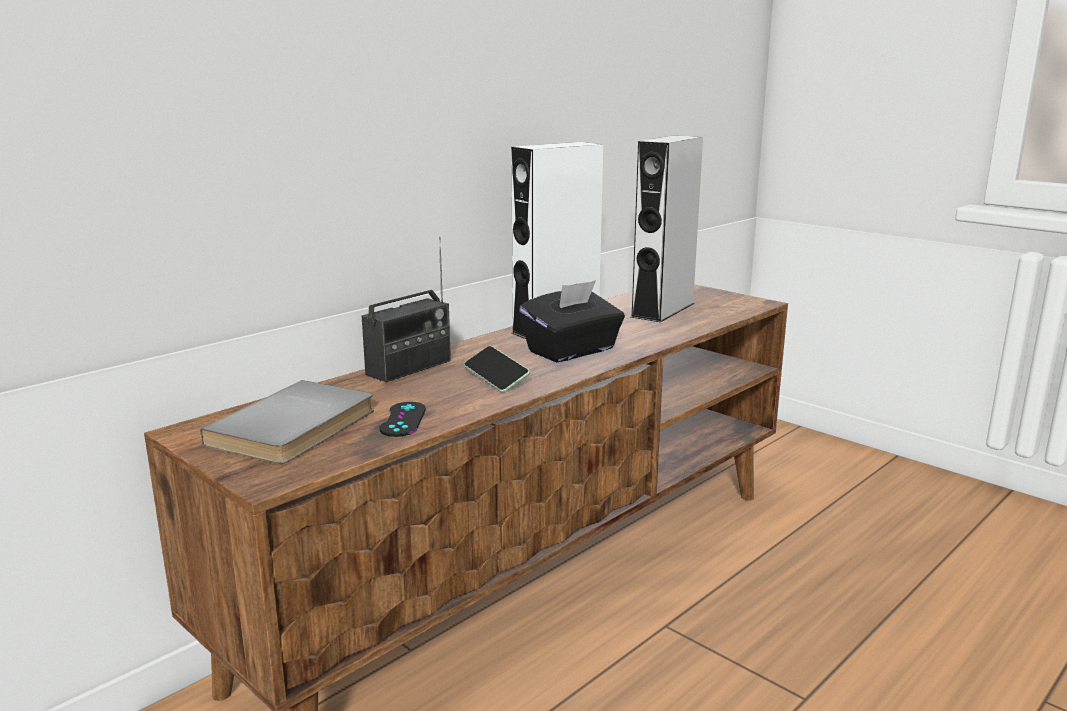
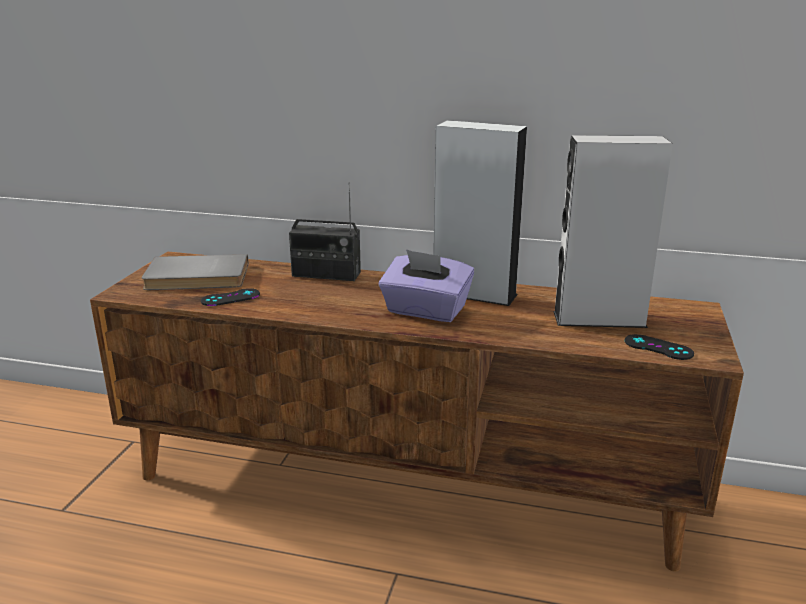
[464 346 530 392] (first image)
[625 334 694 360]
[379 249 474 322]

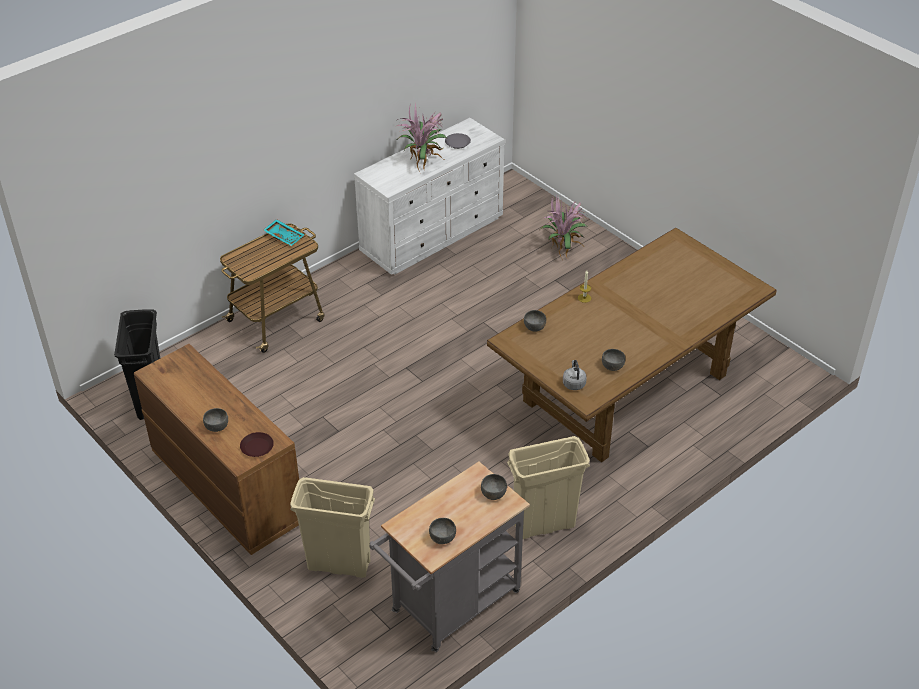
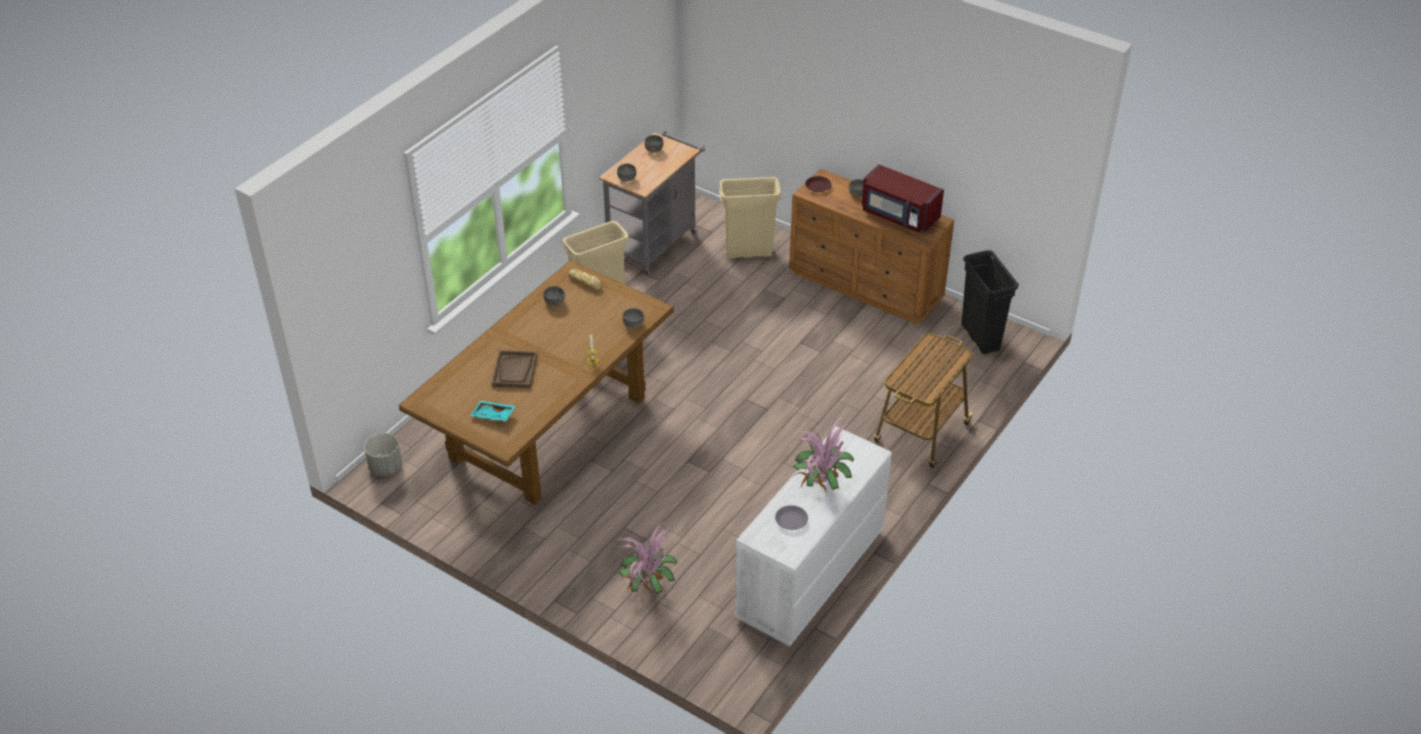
[364 433 402 476]
[492 350 537 388]
[861 164 944 232]
[470 401 515 421]
[568 269 603 291]

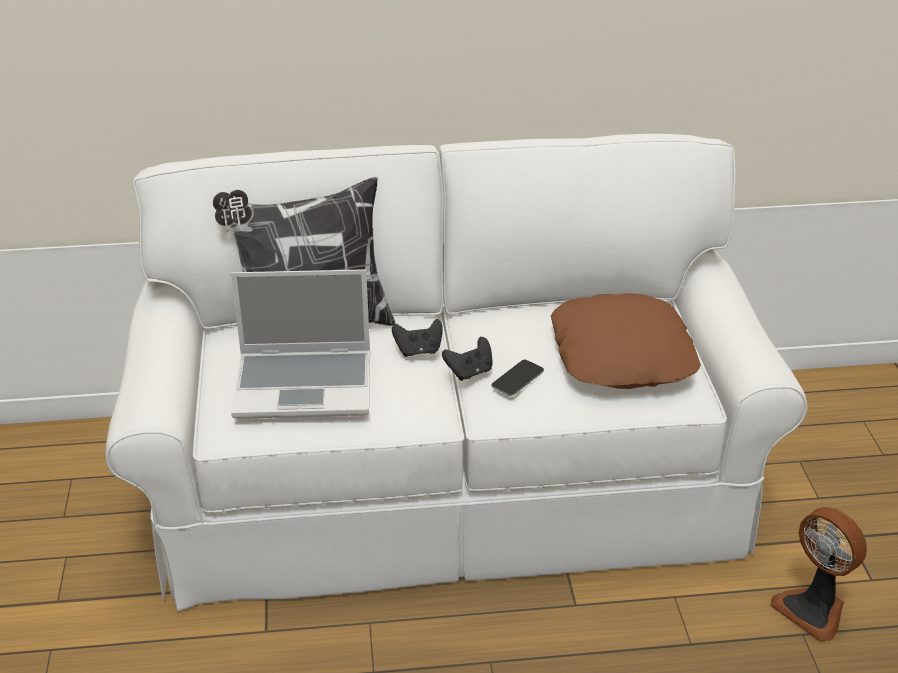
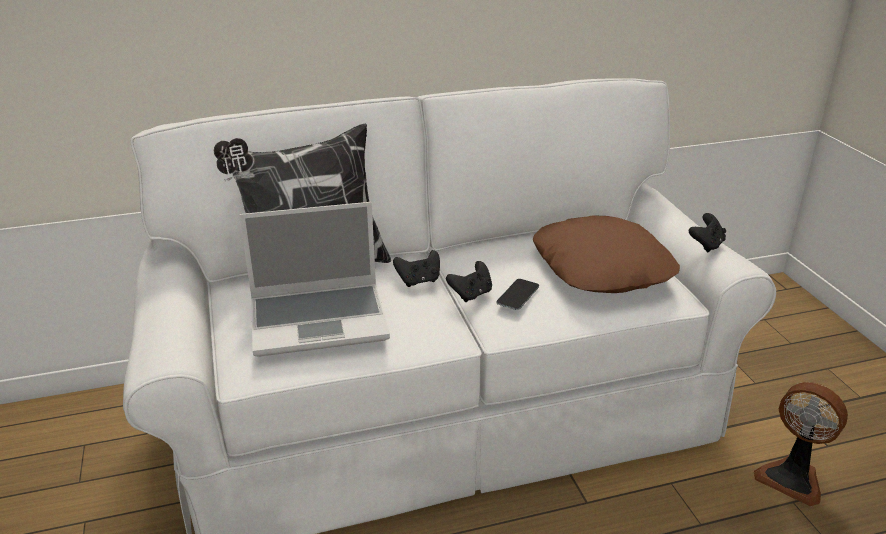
[689 213 726 252]

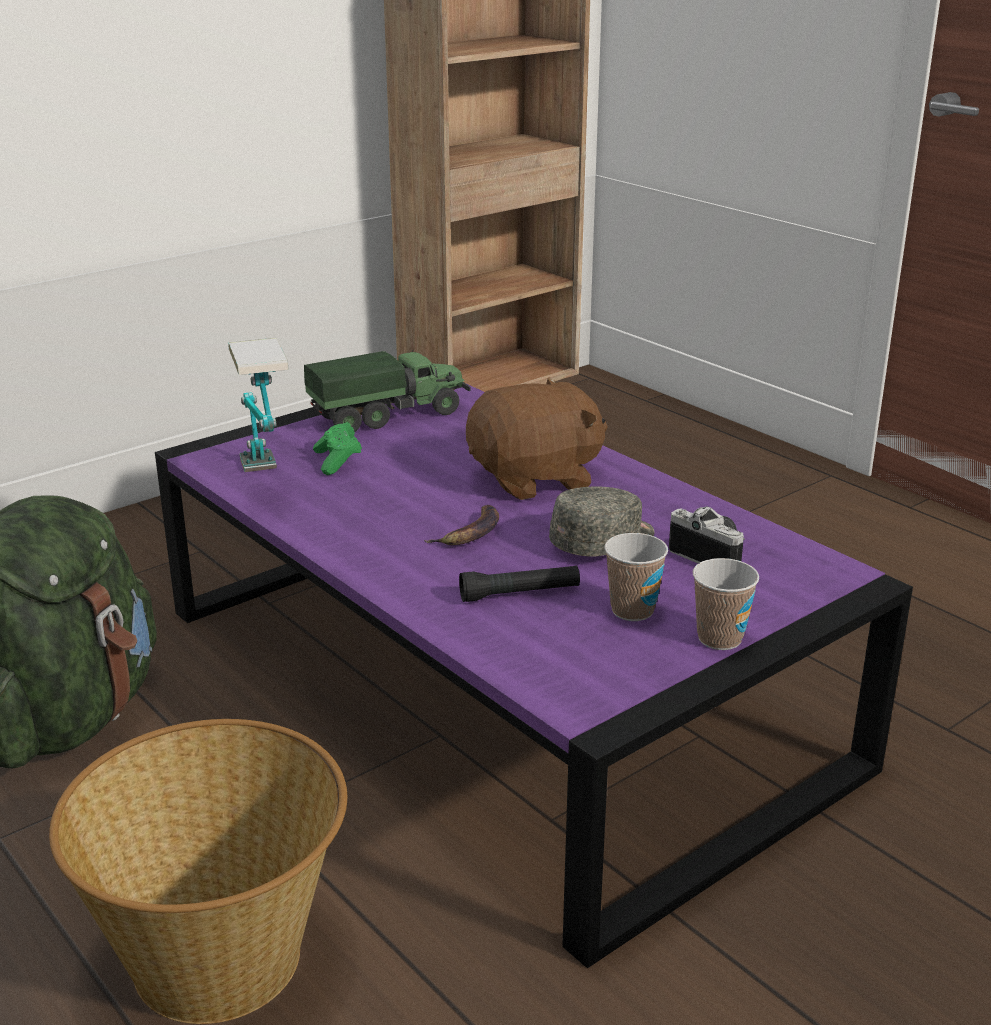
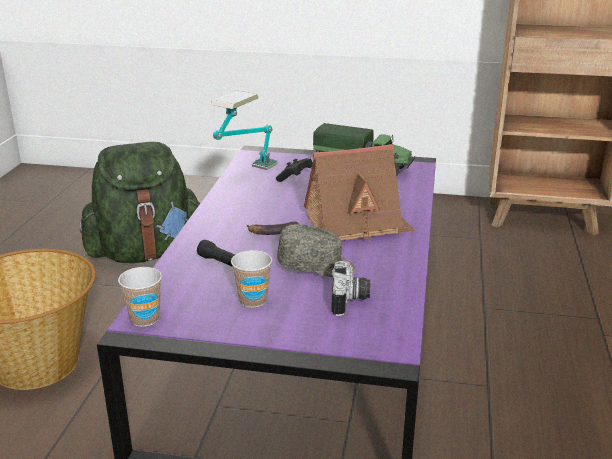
[118 267 162 327]
[304 144 414 242]
[276 158 313 182]

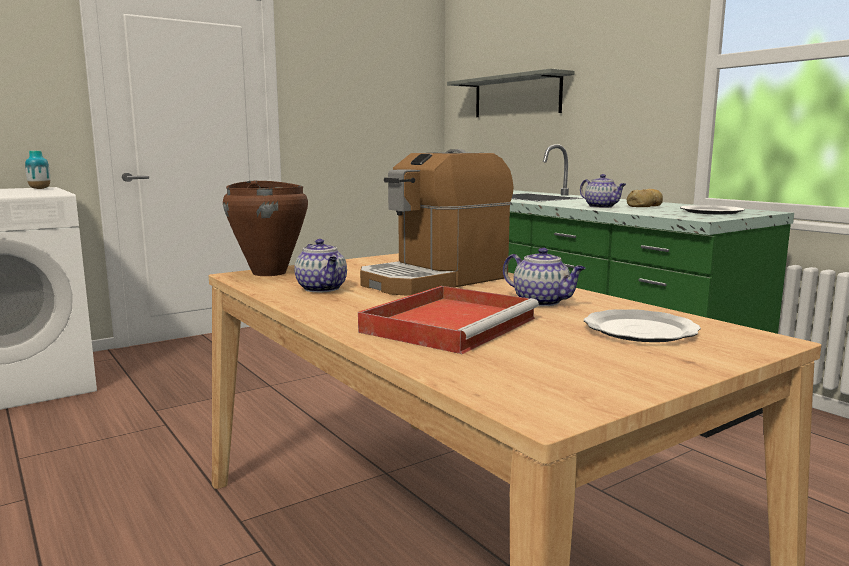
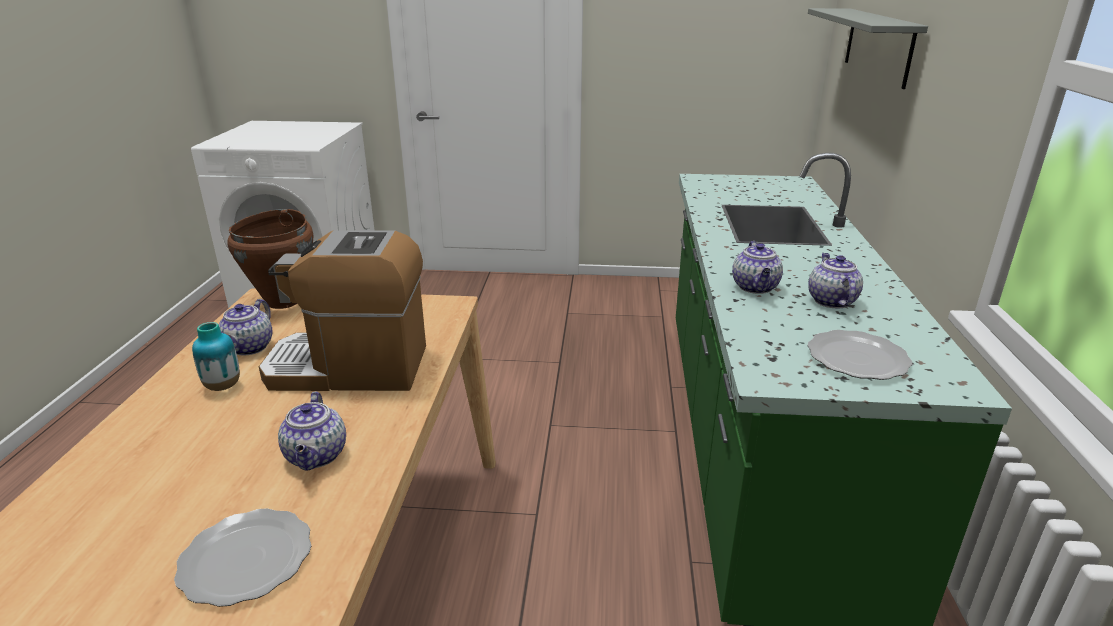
[358 286 539 354] (first image)
[192 322 240 391]
[808 253 863 308]

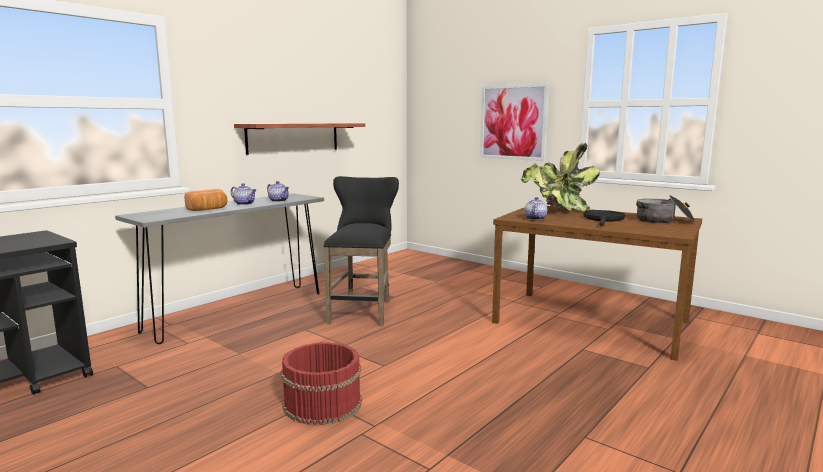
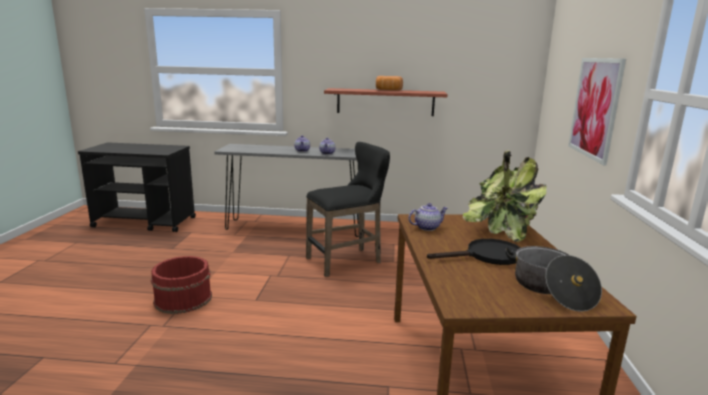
[376 76 403 91]

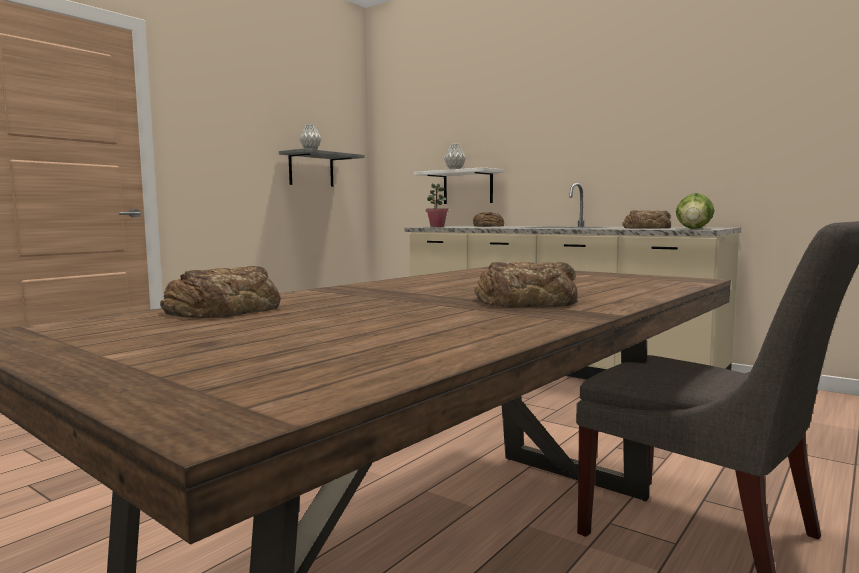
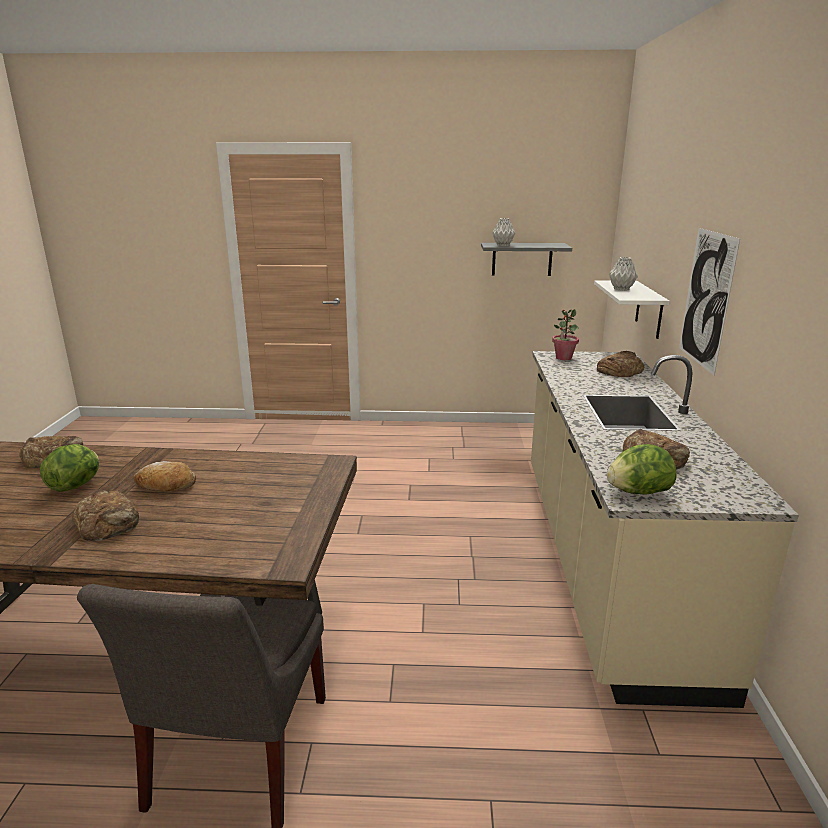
[40 444 99 492]
[133 461 196 492]
[679 228 740 376]

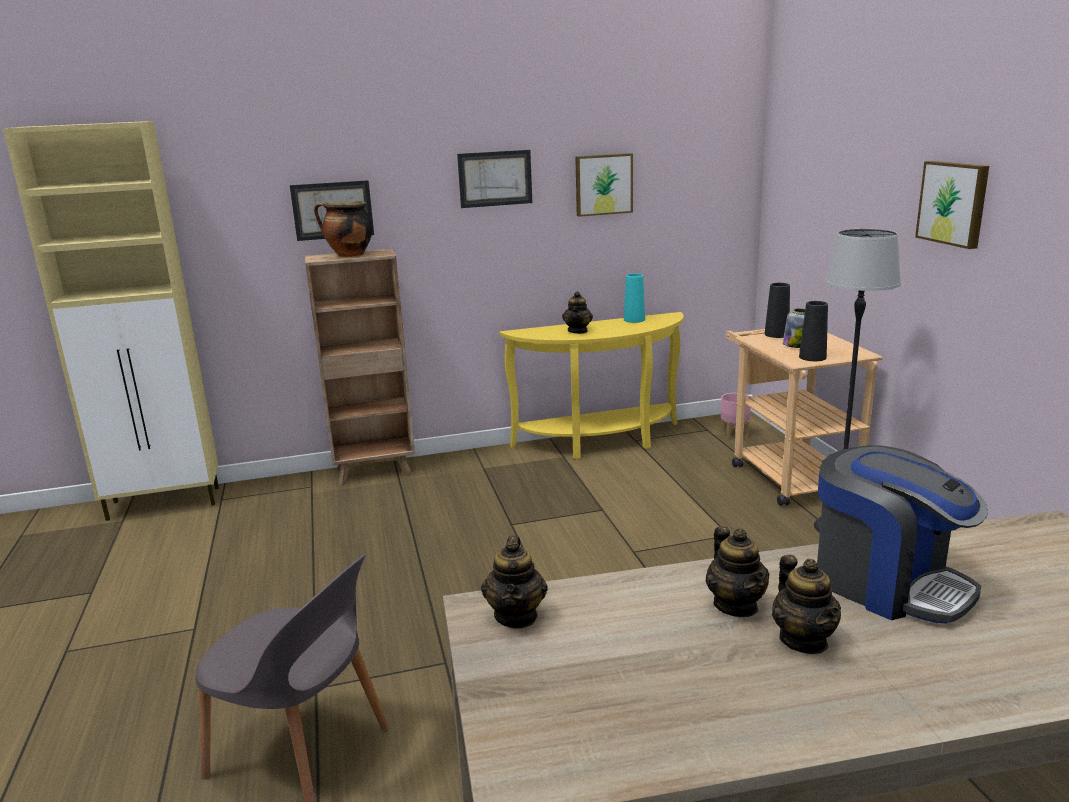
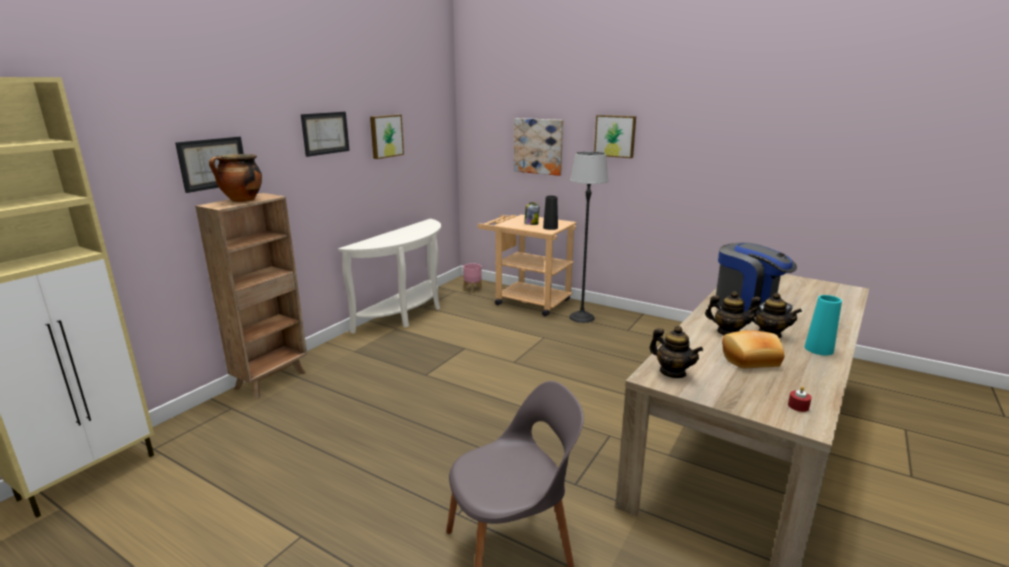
[562 291 593 334] (first image)
[764 283 790 338] (first image)
[514 118 563 176]
[722 330 784 368]
[788 386 812 412]
[805 295 842 355]
[338 219 441 334]
[716 242 797 317]

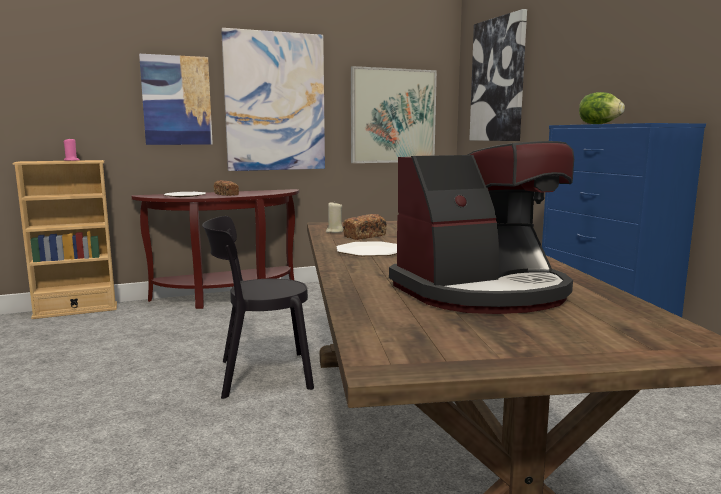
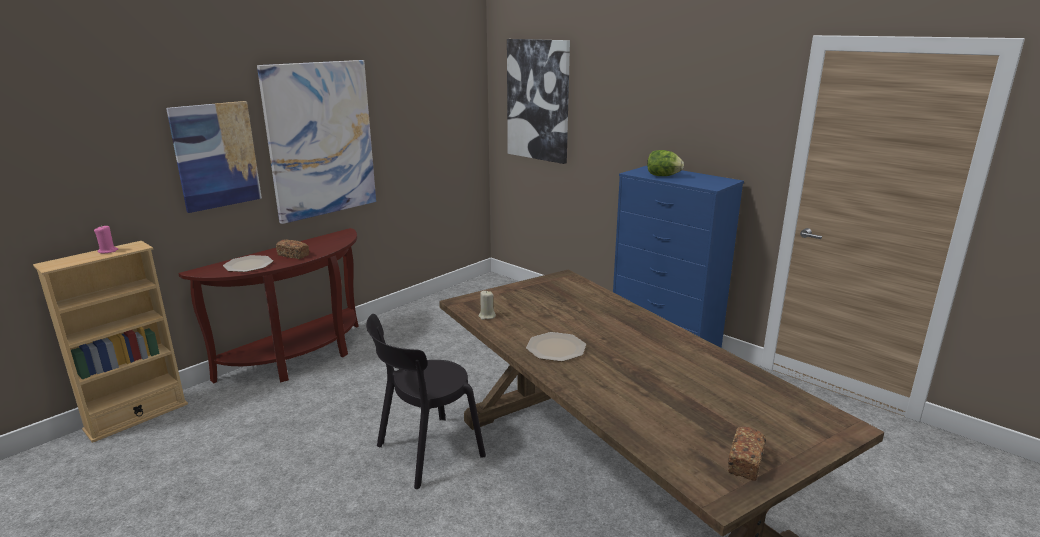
[351 66 437 163] (first image)
[389 141 574 314] (first image)
[728 426 766 481]

